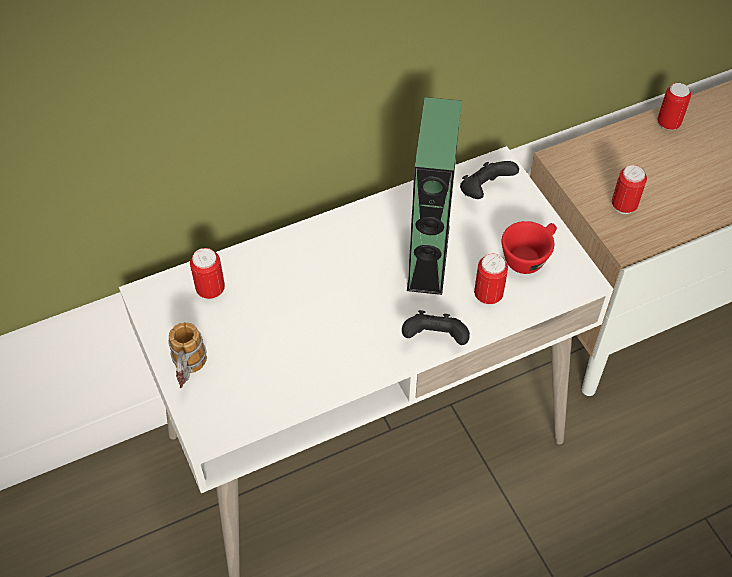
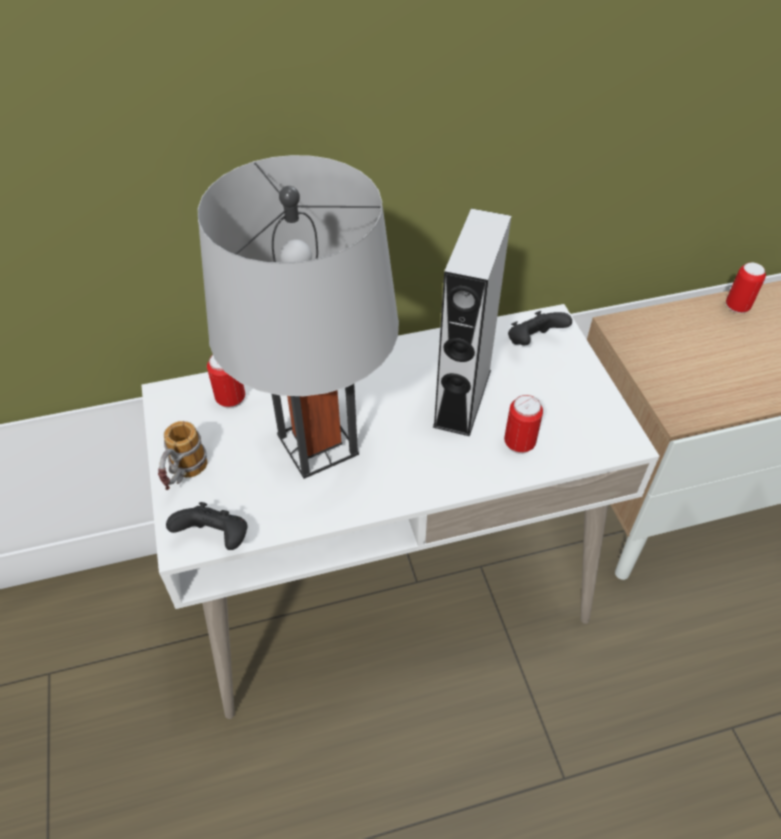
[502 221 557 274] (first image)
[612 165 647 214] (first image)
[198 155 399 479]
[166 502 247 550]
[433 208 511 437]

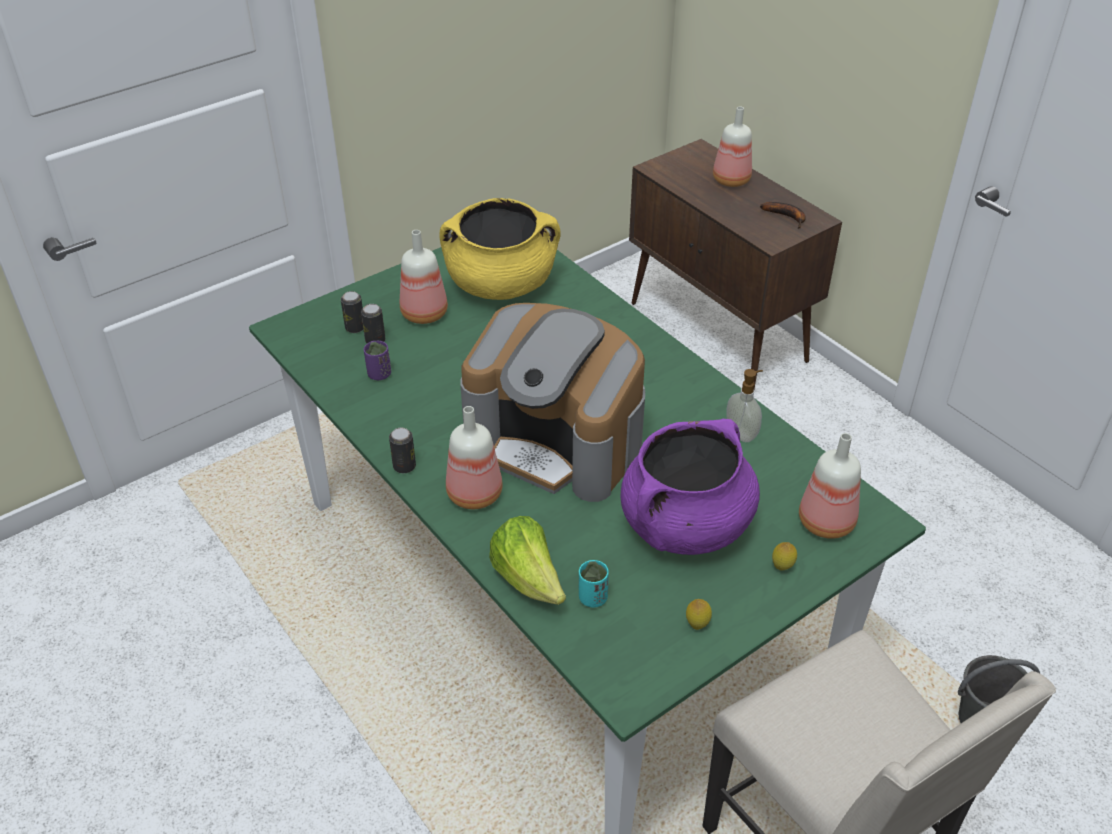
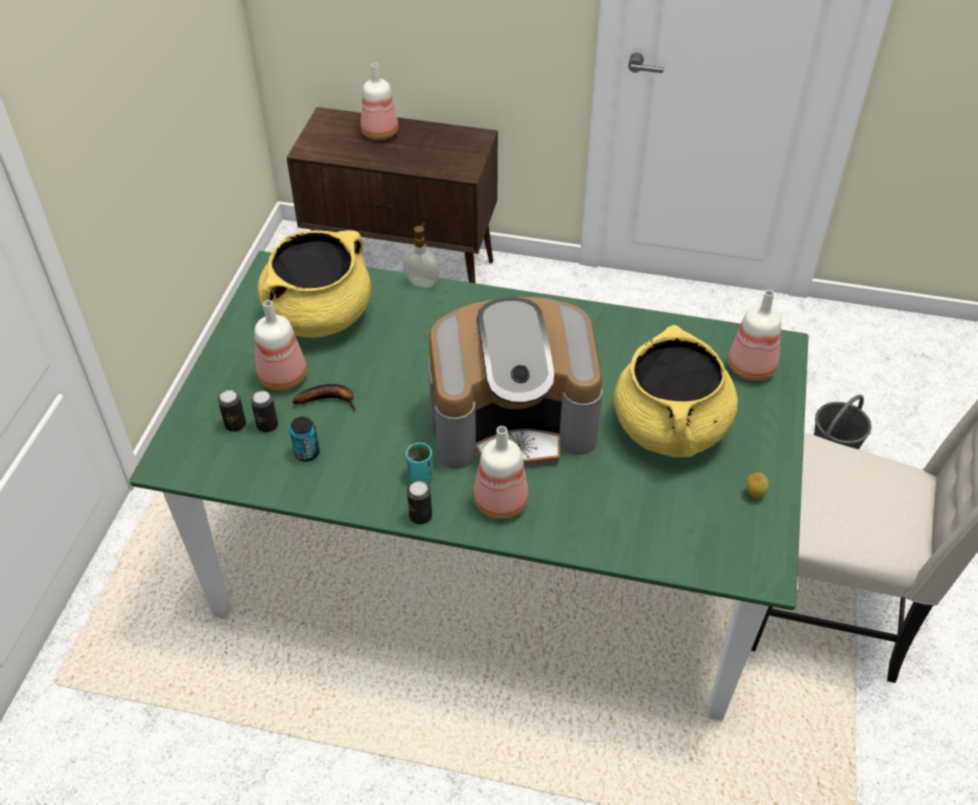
[489 516 566 605] (first image)
[772 542 797 570] (first image)
[406 443 433 483]
[403 223 440 288]
[292 384 356 411]
[289 417 320 461]
[614 325 738 458]

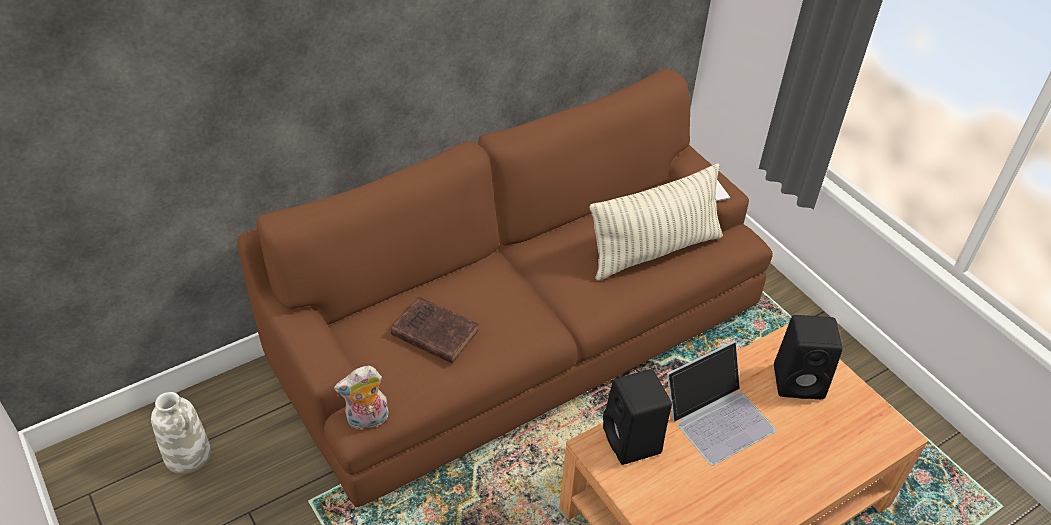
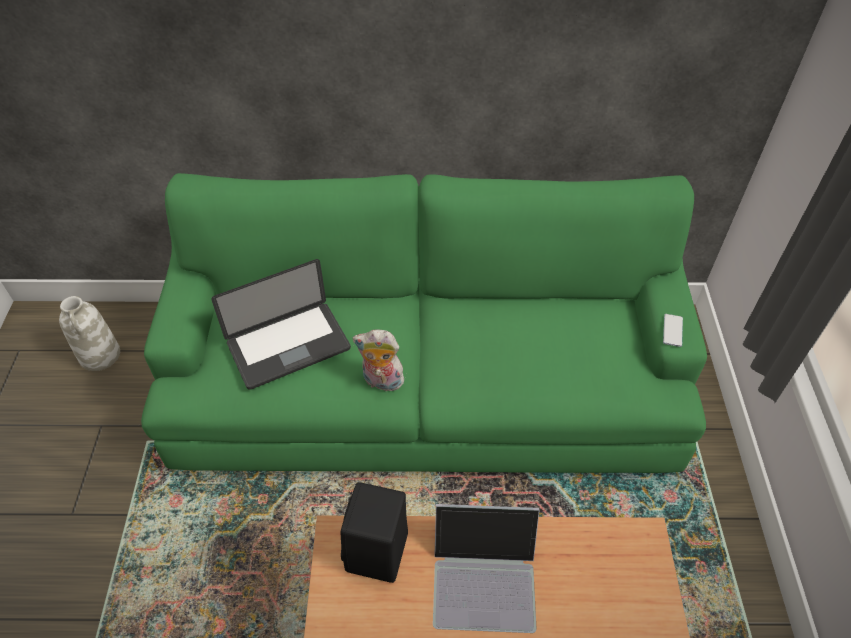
[590 163 723 281] (first image)
[774 315 842 399] (first image)
[353 330 407 391]
[211 259 351 390]
[141 173 707 473]

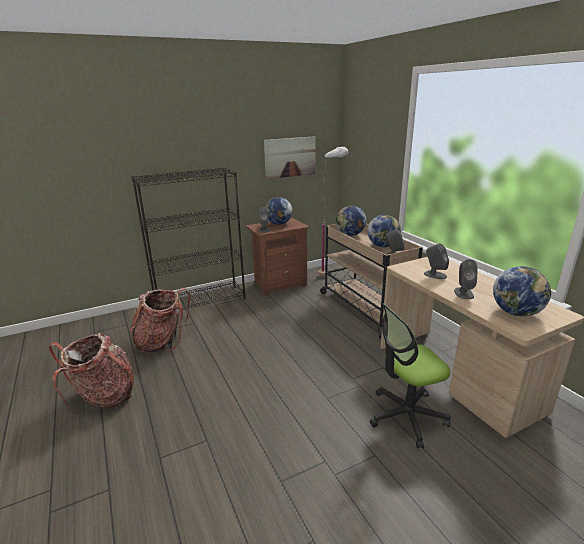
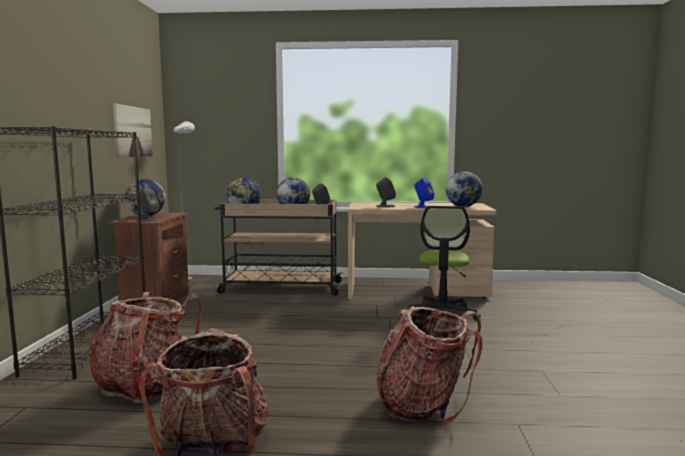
[376 306 482 424]
[414 178 434 208]

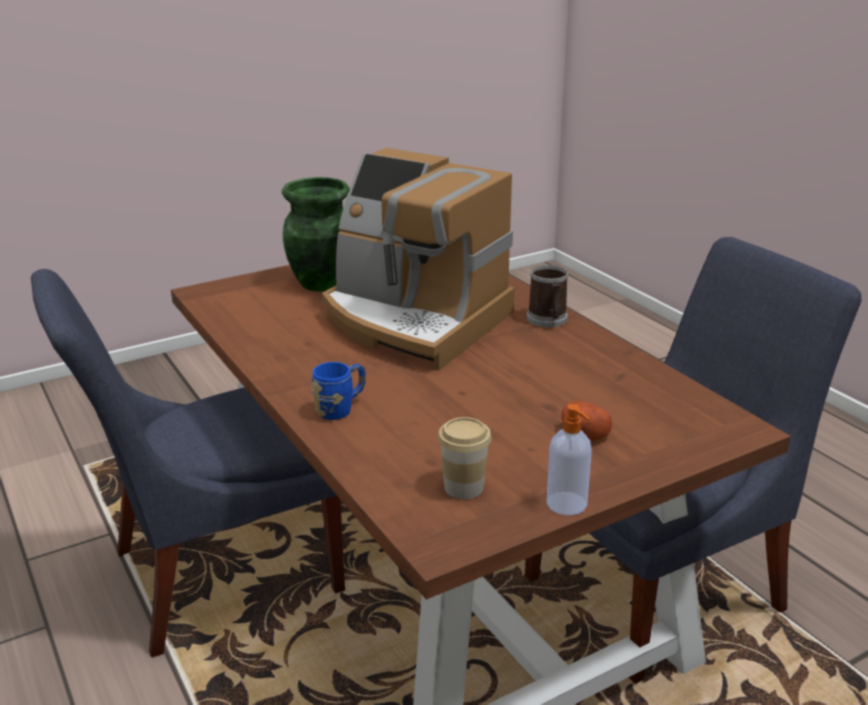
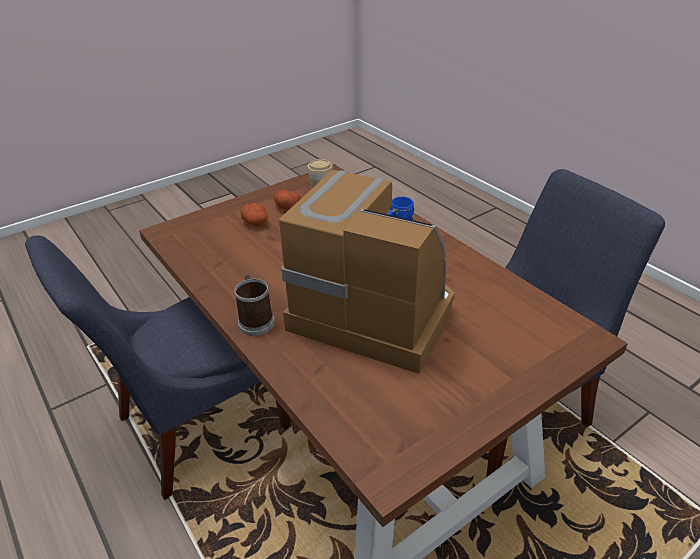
[282 177 350 291] (first image)
[547 404 592 515] (first image)
[273 190 301 210]

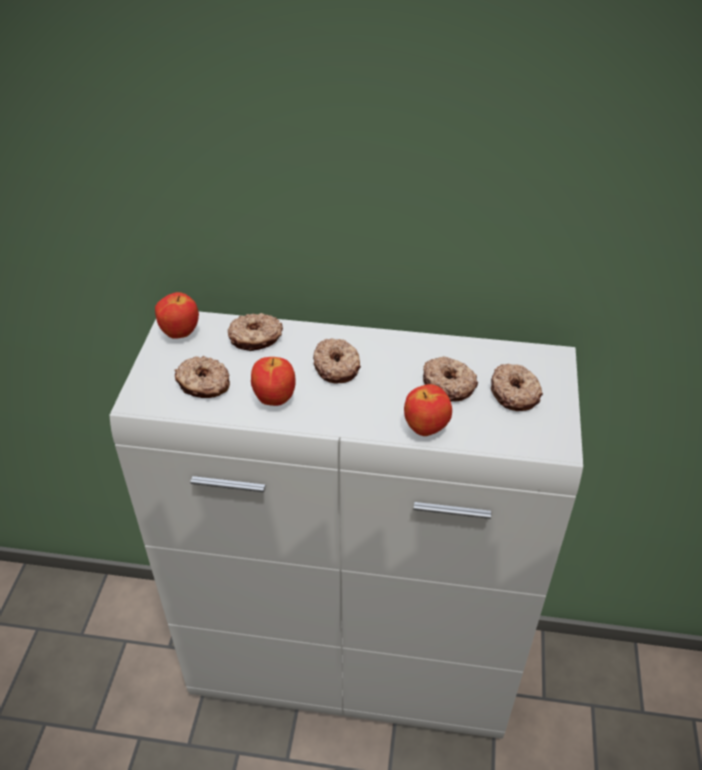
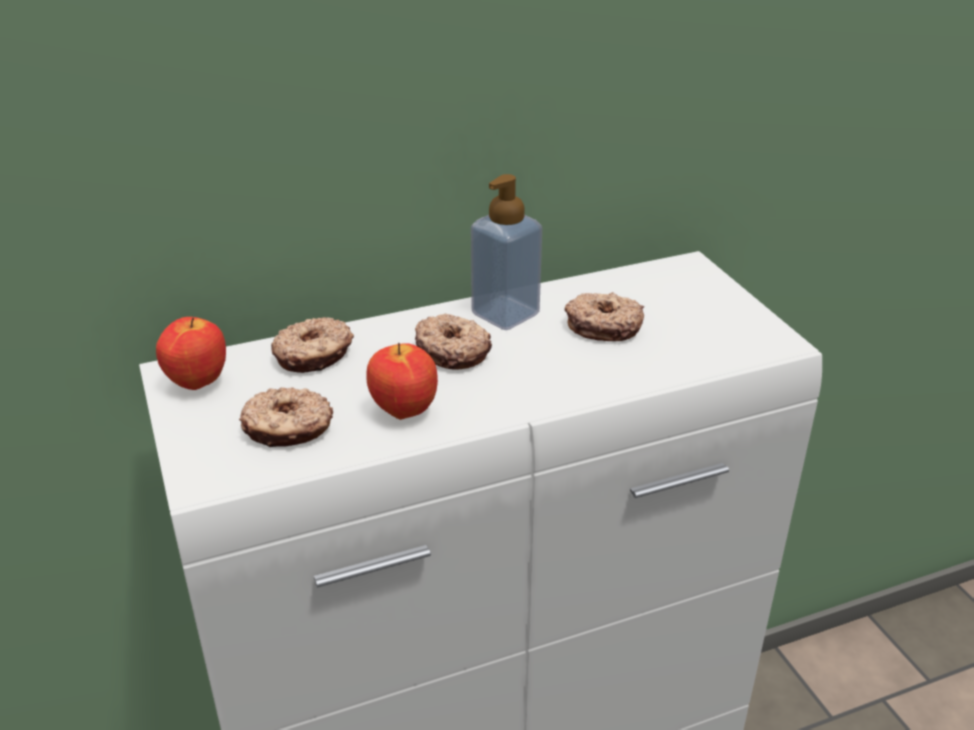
[404 384 452 436] (first image)
[491 364 543 411] (first image)
[471 174 542 330]

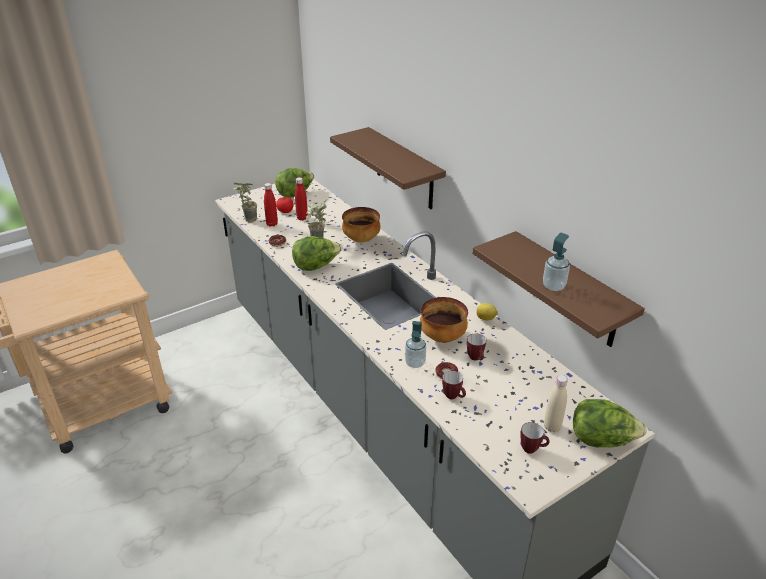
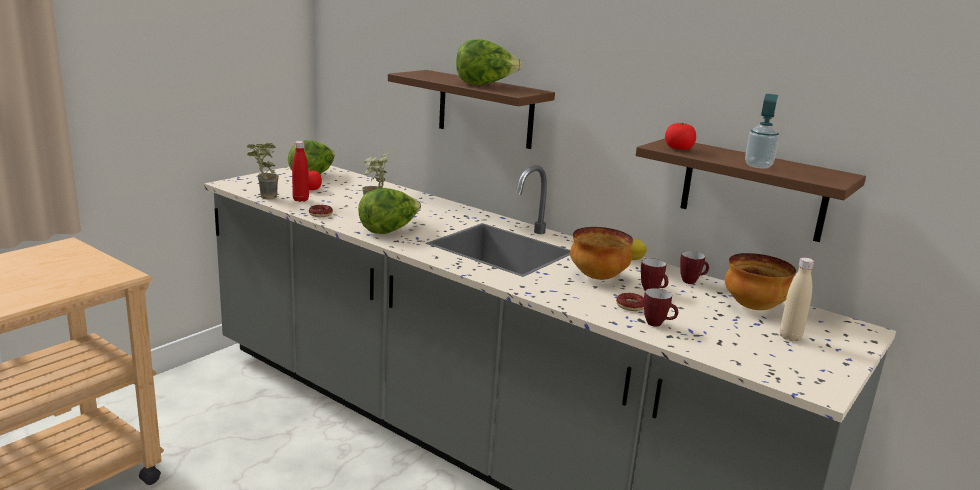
[295 177 308 220] (first image)
[405 321 426 368] (first image)
[665 123 696 150]
[725 253 796 310]
[680 251 709 284]
[456 39 522 85]

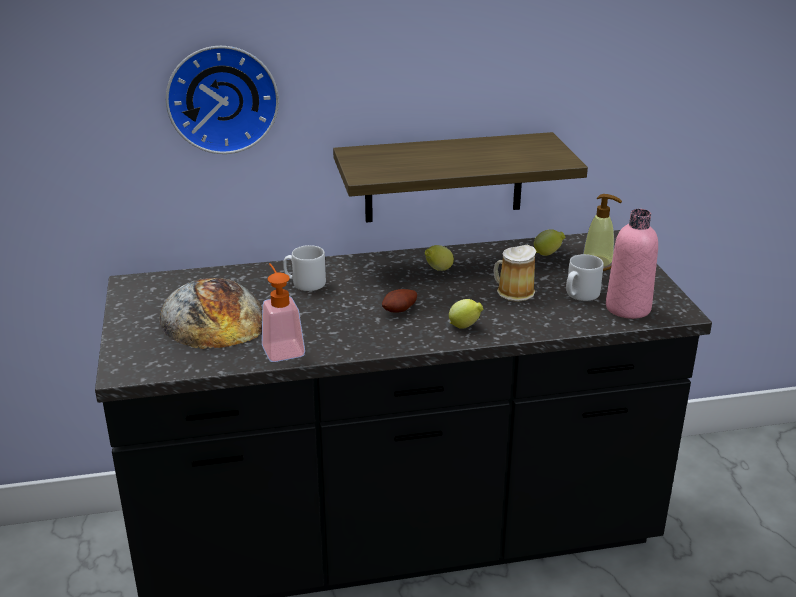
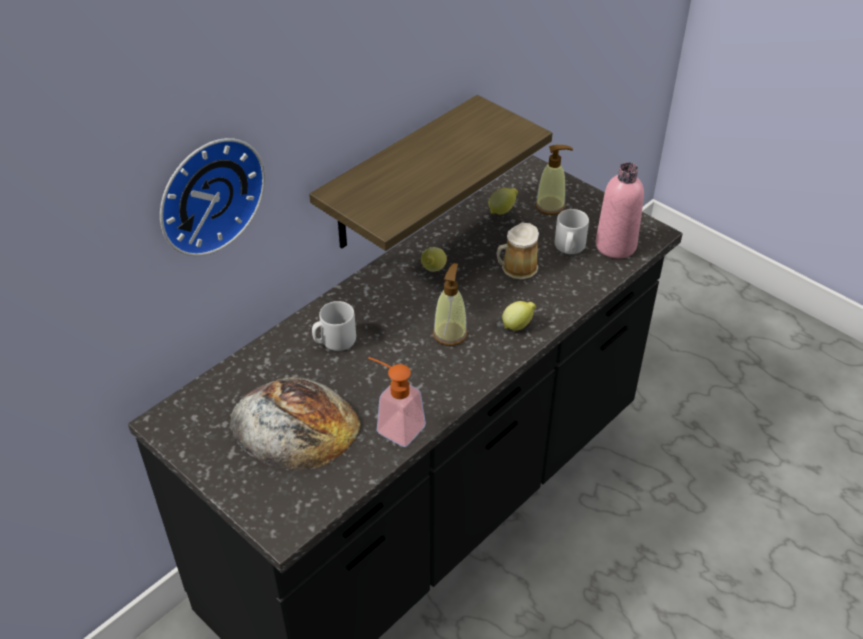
[433 263 468 346]

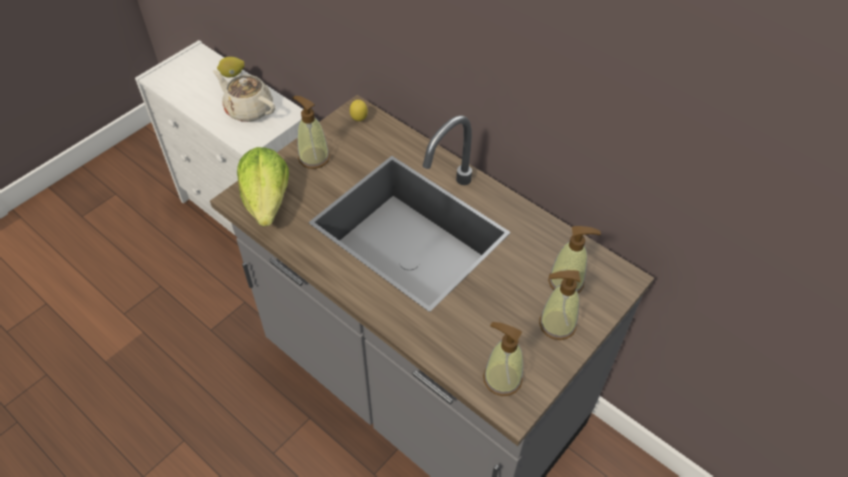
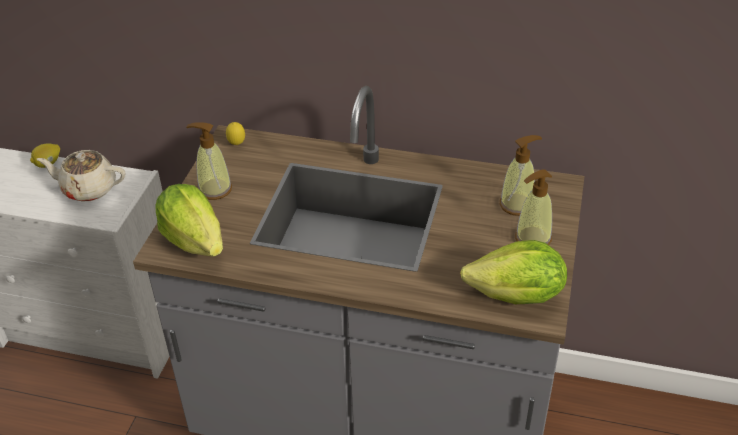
[460 240 567 304]

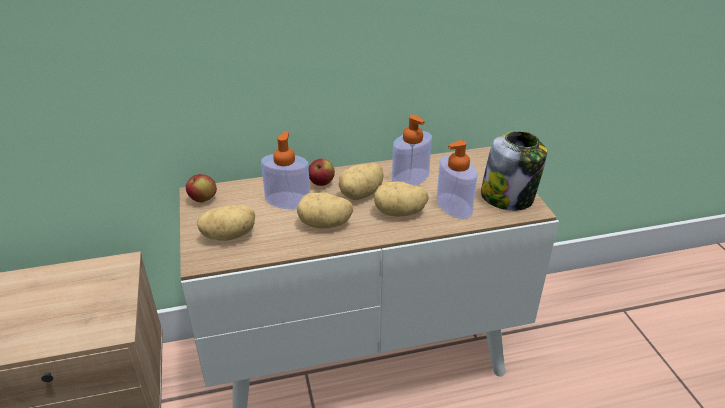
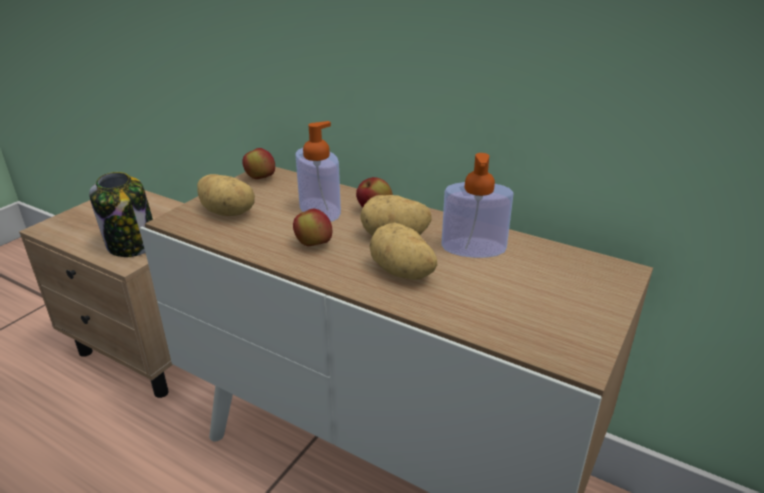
[437 140 478 219] (first image)
[89 172 153 257]
[293 209 332 246]

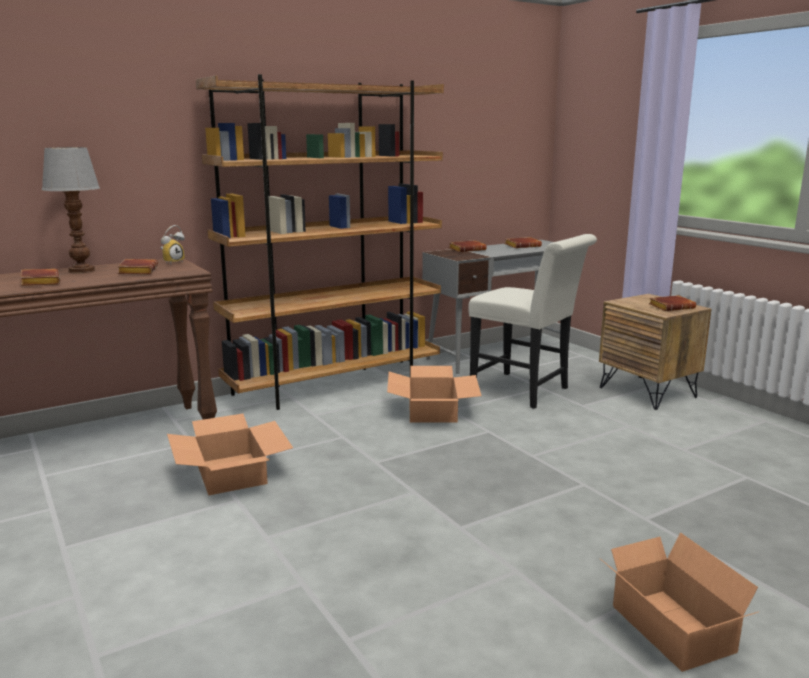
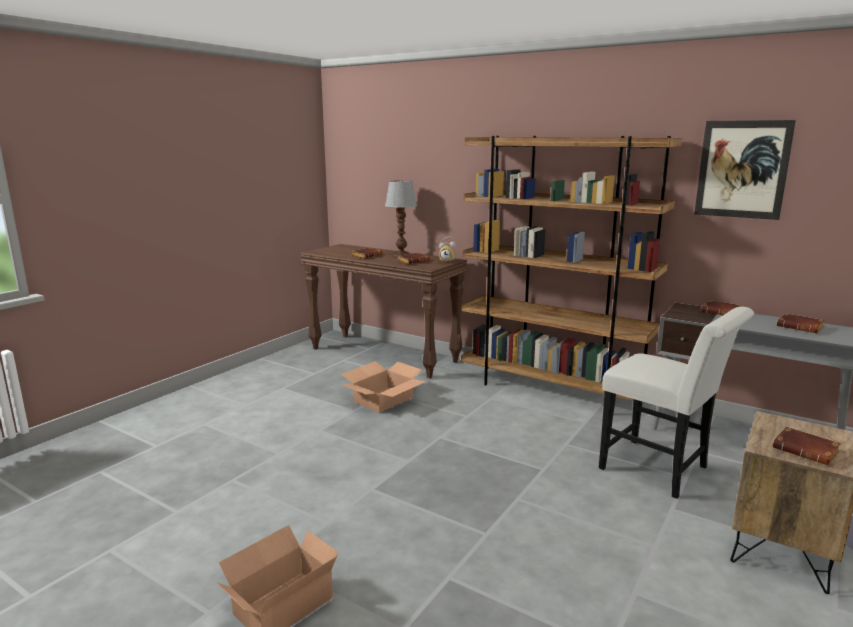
[387 366 482 422] (first image)
[694 120 796 220]
[599 307 754 499]

